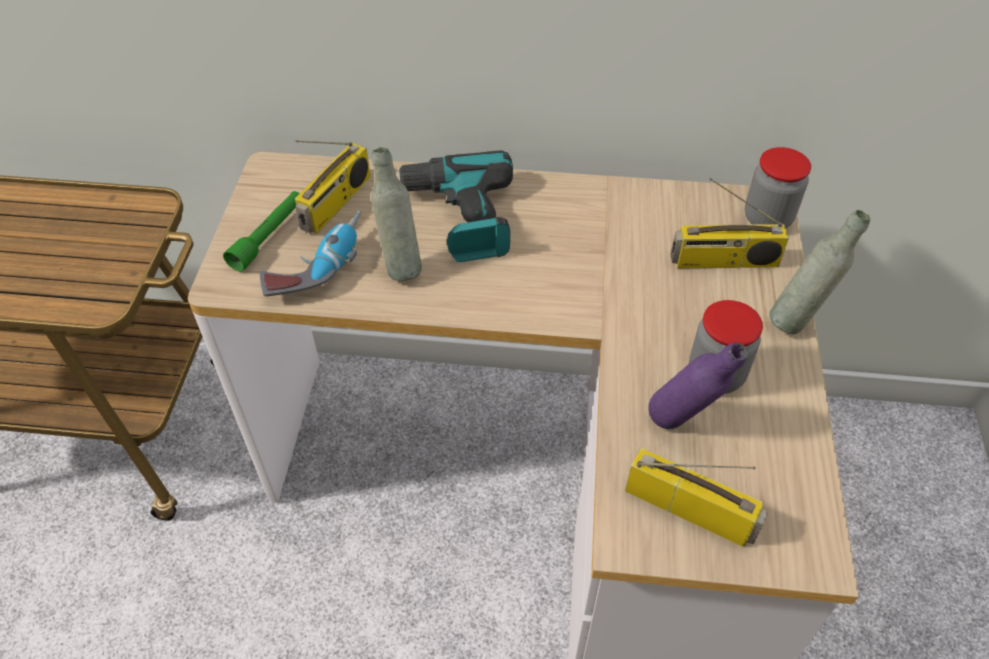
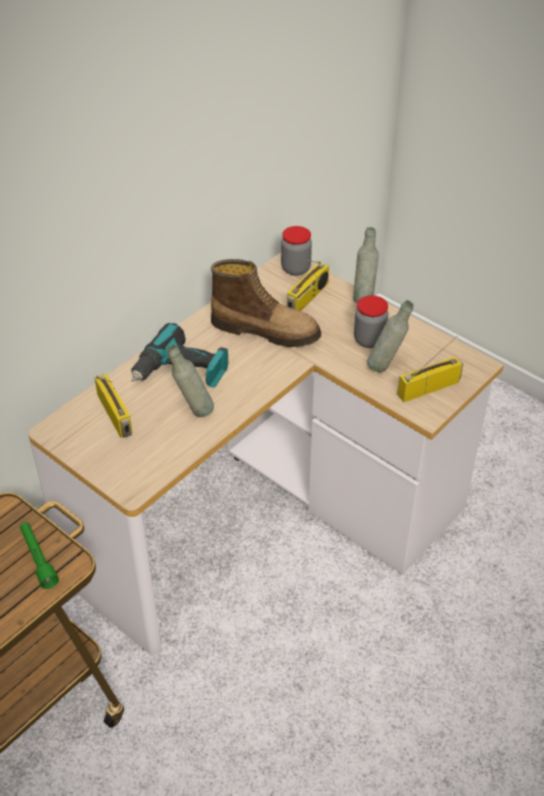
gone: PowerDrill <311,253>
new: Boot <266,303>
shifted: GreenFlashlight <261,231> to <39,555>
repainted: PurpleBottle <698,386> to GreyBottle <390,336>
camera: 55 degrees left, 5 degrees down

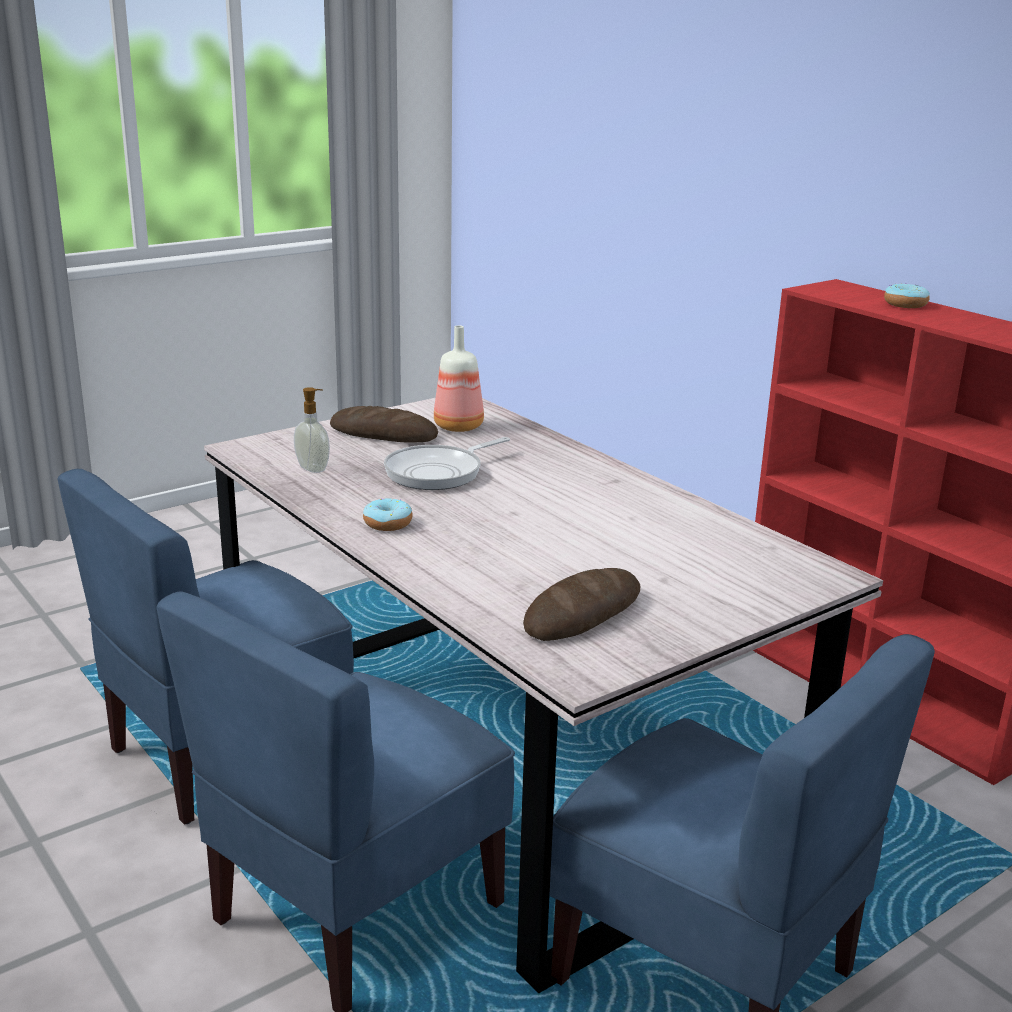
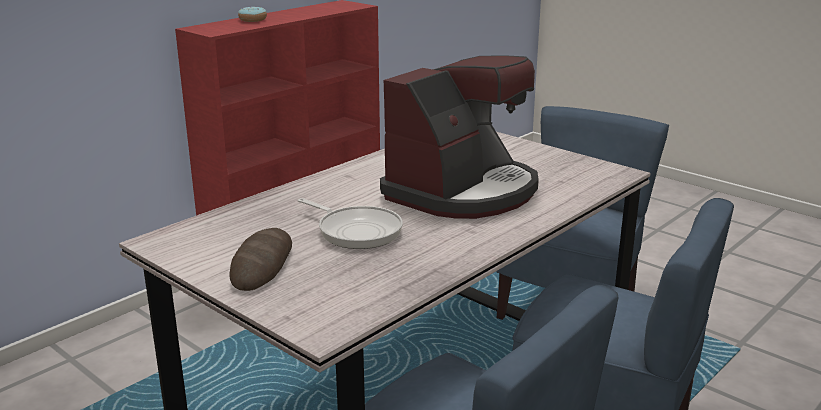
gone: Bottle <459,378>; SoapDispenser <312,430>; Donut <388,514>; Bread <581,604>
new: CoffeeMachine <459,137>
camera: 100 degrees left, 0 degrees up

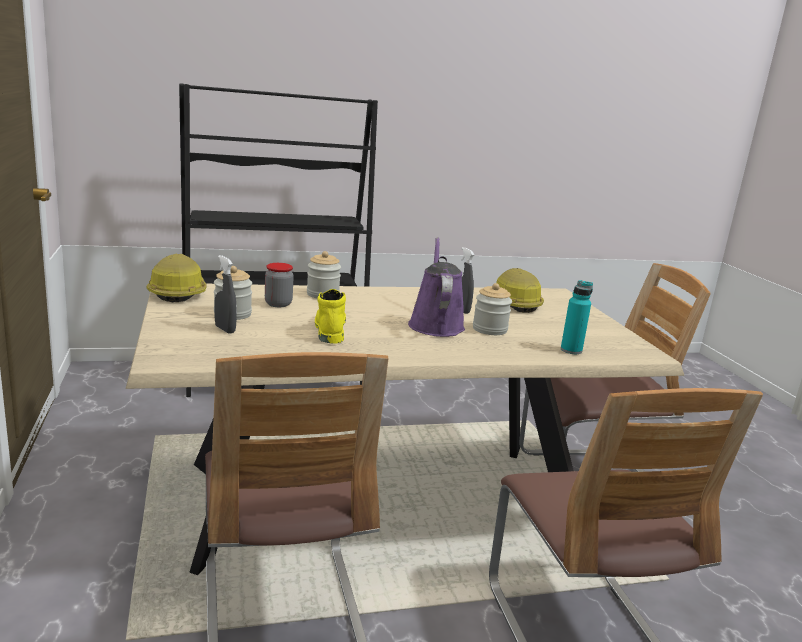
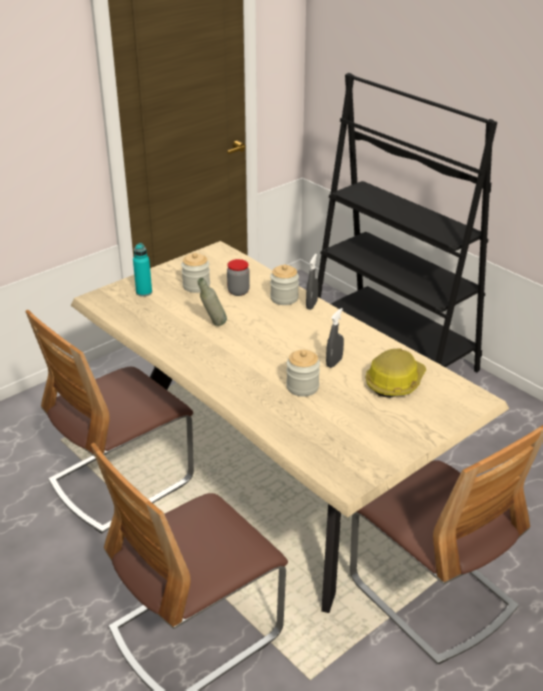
gone: PurpleWateringCan <436,287>; HardHat <176,278>
shifted: GreySprayBottle <225,294> to <312,282>; TurquoiseBottle <577,317> to <142,270>
swapped: YellowBoot <330,316> to GreyBottle <212,302>
camera: 65 degrees right, 15 degrees up

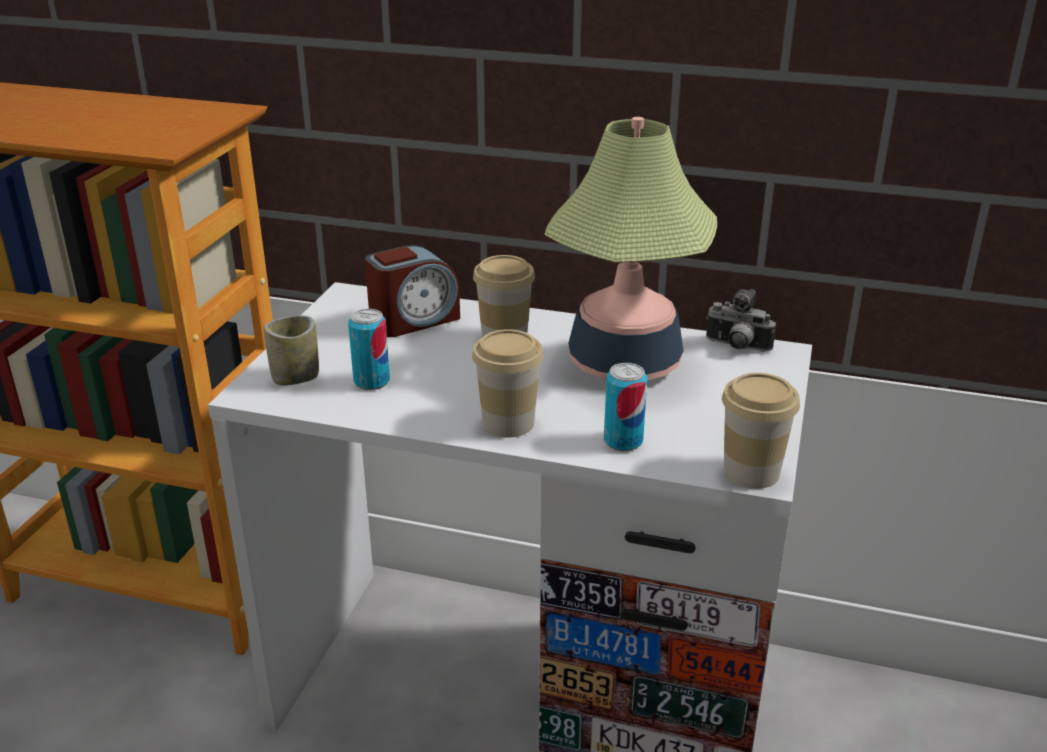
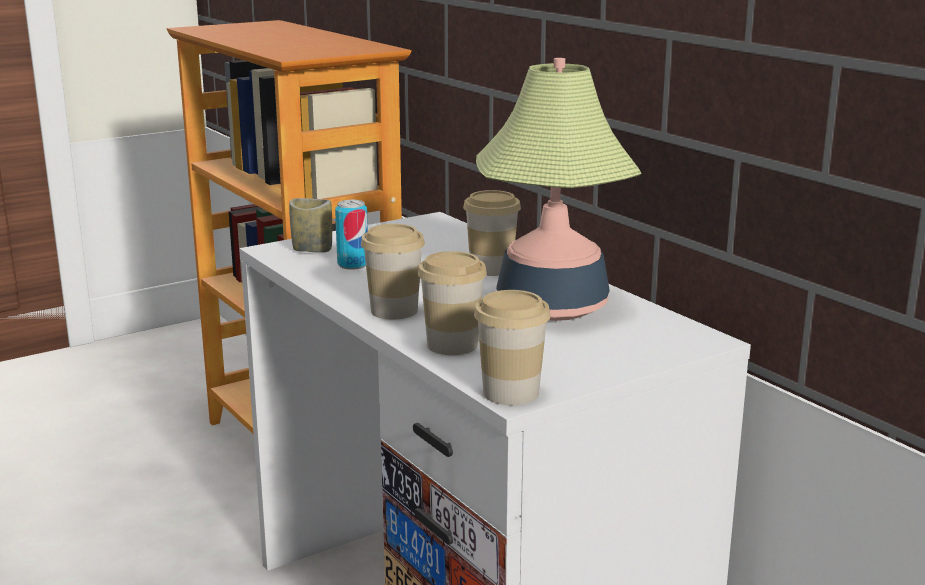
gone: AlarmClock <412,291>; PhotoCamera <741,320>
swapped: Can <625,407> to Cup <452,303>
camera: 40 degrees right, 10 degrees down

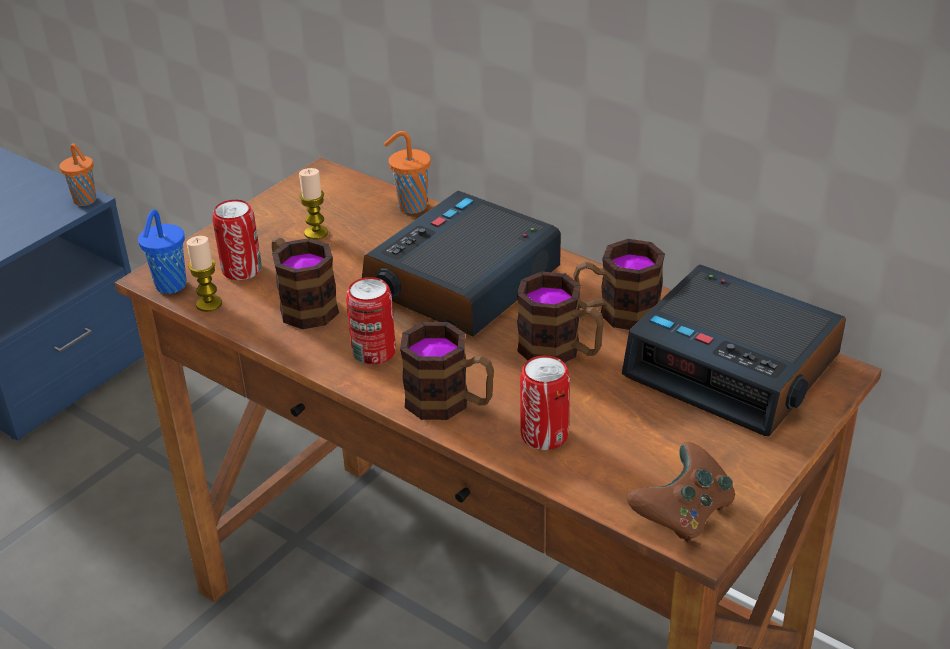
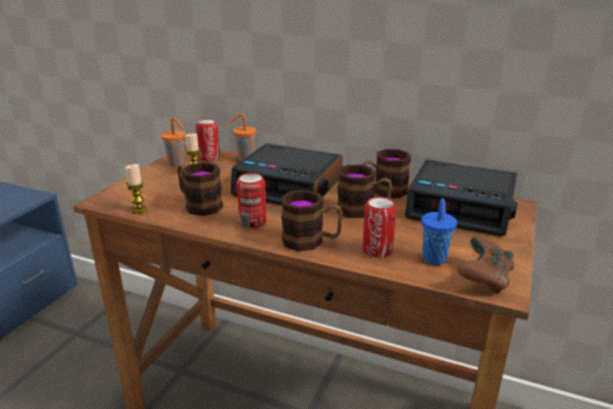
shifted: OrangeCup <78,174> to <173,142>; Can <237,240> to <208,140>; BlueCup <162,251> to <439,231>
rotated: AlarmClock <461,263> = <287,174> 90 degrees counterclockwise
camera: 15 degrees left, 10 degrees down

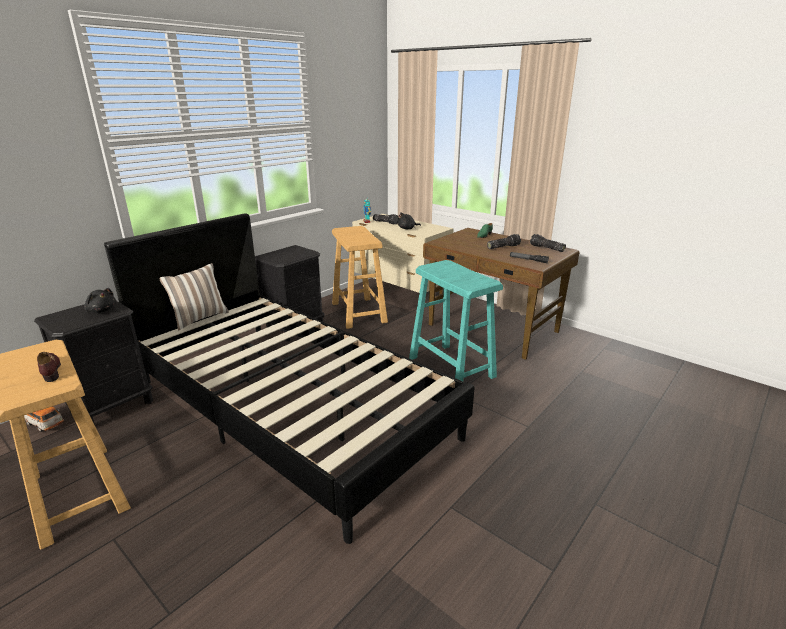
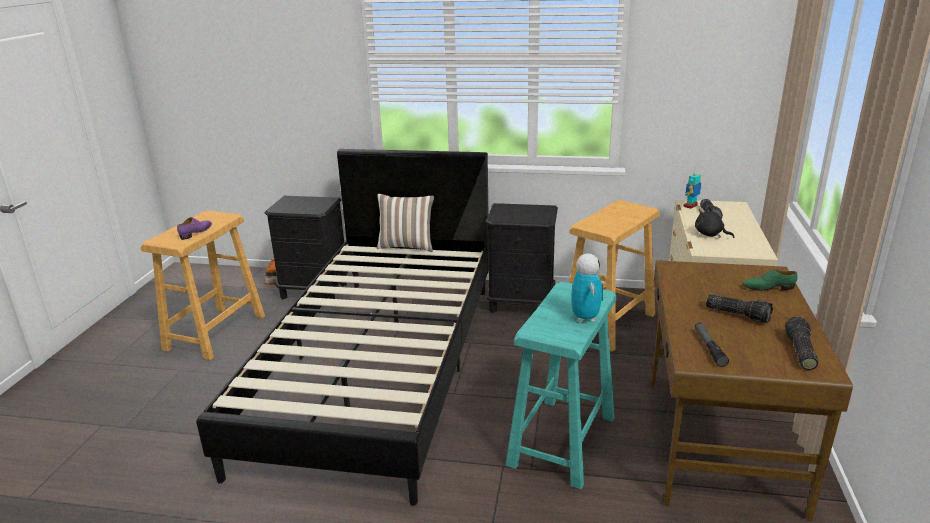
gone: BlackPlushToy <100,300>
new: ToyRobot <587,287>
repainted: BrownShoe <49,367> to PurpleShoe <194,228>
camera: 60 degrees right, 0 degrees up

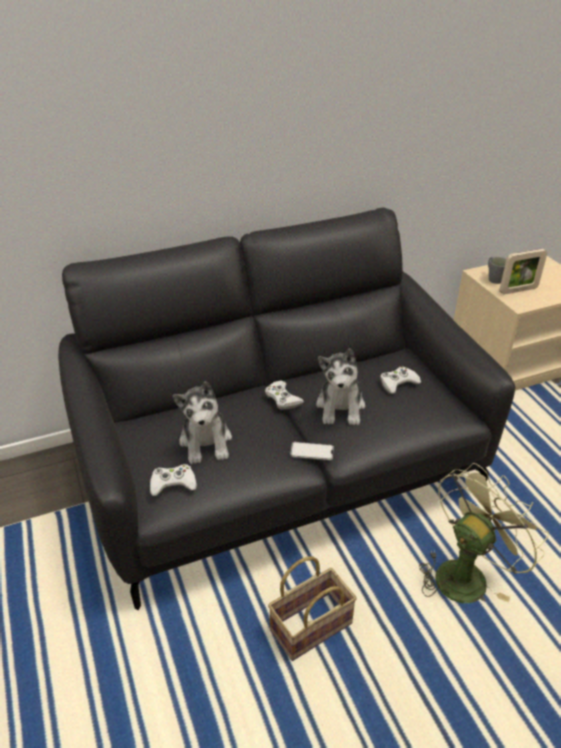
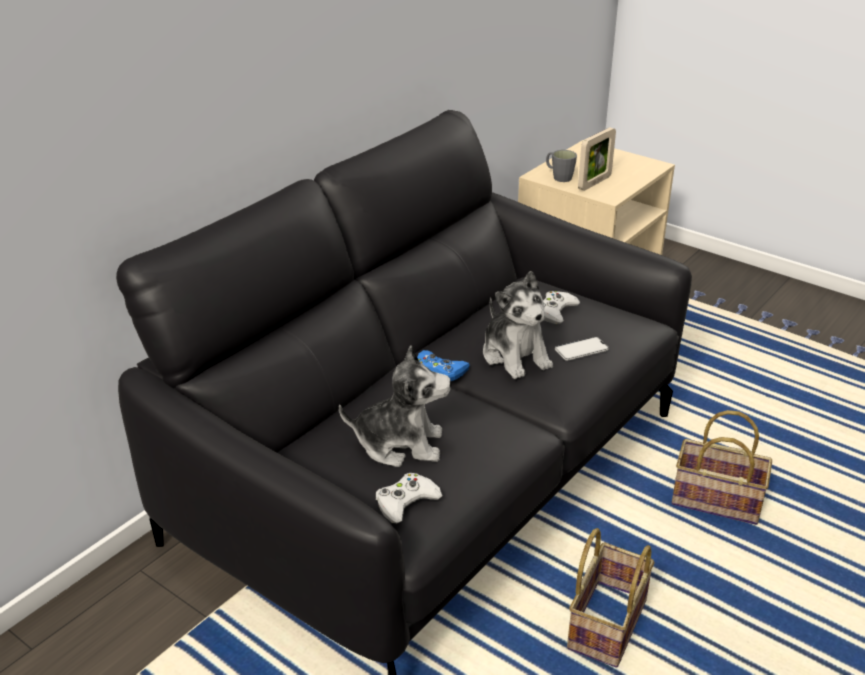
shifted: Phone <312,451> to <582,349>
swapped: GreenFan <484,533> to Basket <722,467>
repainted: WhiteGameController <284,395> to BlueGameController <443,365>
rotated: PlushToy <202,422> = <395,406> 45 degrees counterclockwise
camera: 30 degrees left, 5 degrees down

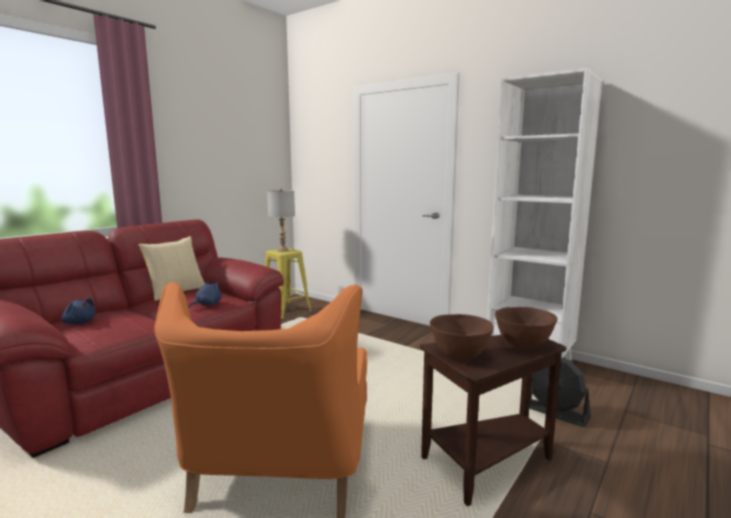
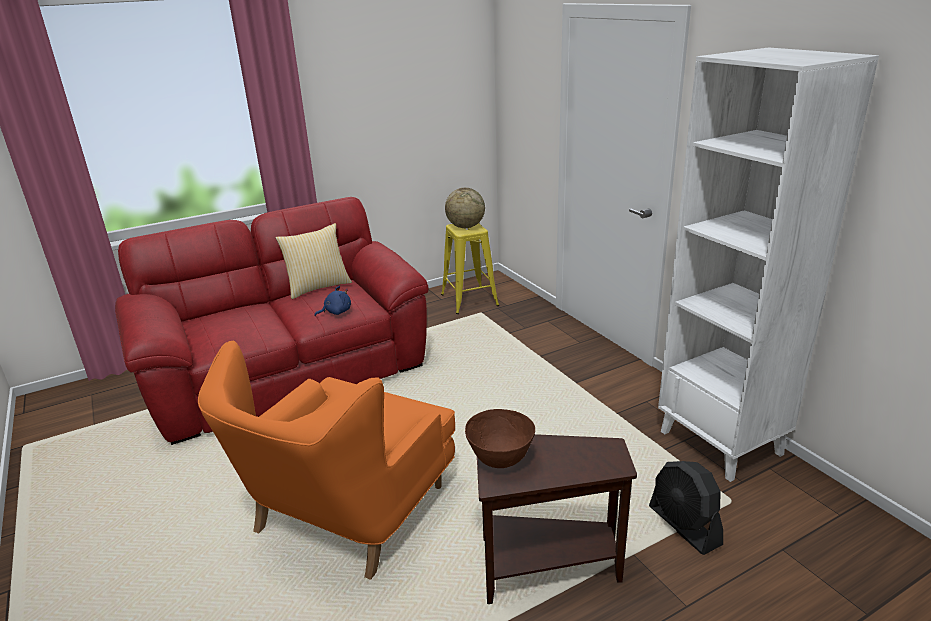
gone: BluePlushToy <78,311>; BrownBowl <526,327>
swapped: GreyTableLamp <281,220> to Globe <465,208>
camera: 25 degrees right, 15 degrees up

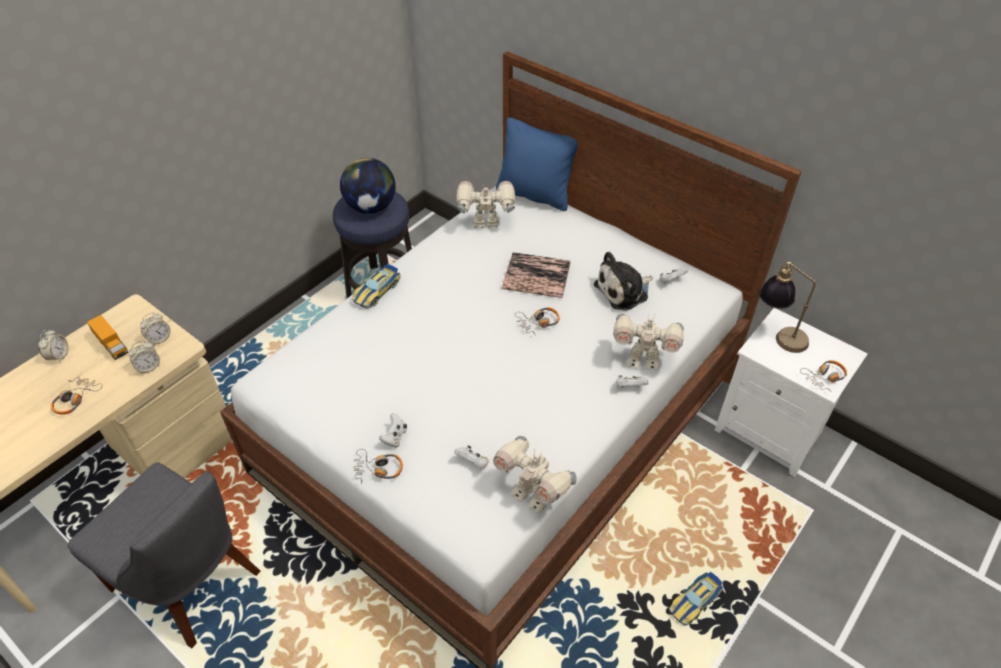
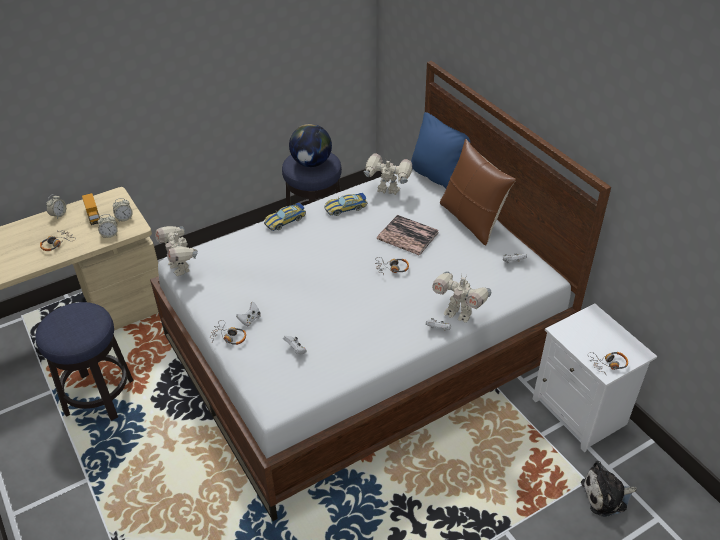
gone: TableLamp <787,307>
new: BrownPillow <478,192>
shifted: PlushToy <623,281> to <609,489>; ToyRobot <535,474> to <176,251>; ToyCar <696,599> to <346,204>
swapped: GreyChair <163,555> to Stool <84,361>
camera: 20 degrees right, 5 degrees down

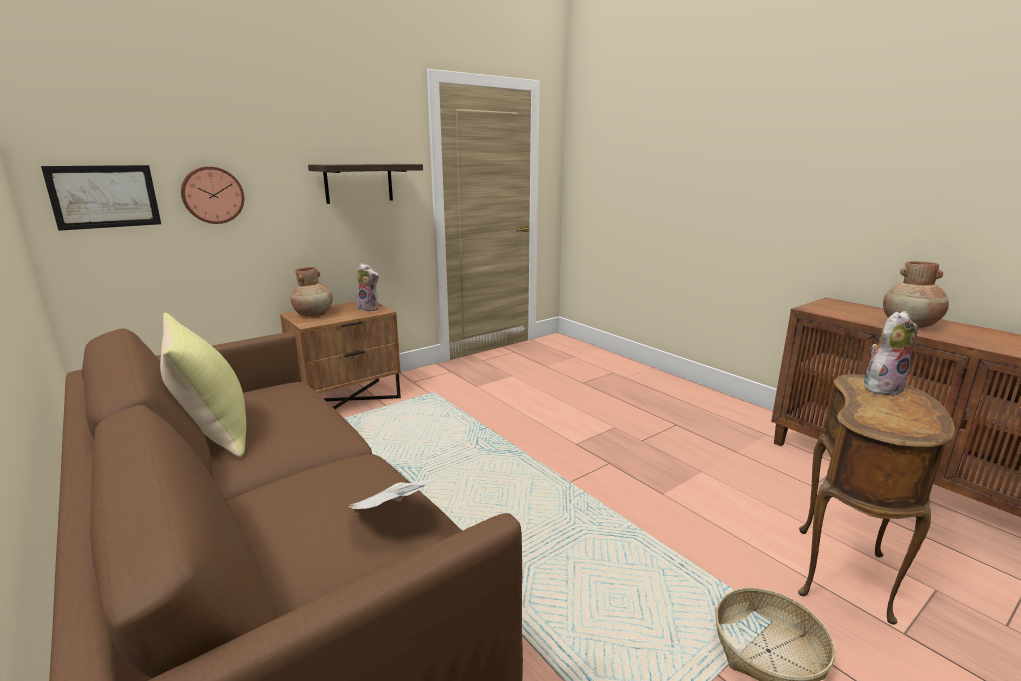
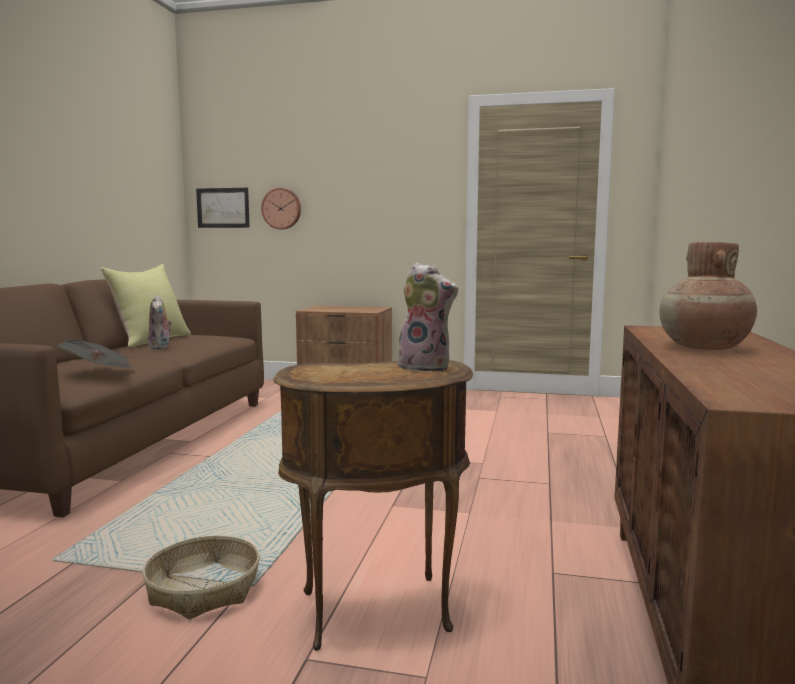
gone: Shelf <365,184>; BrownVase <312,292>
shifted: PlushToy <368,287> to <160,322>
camera: 50 degrees right, 10 degrees down

